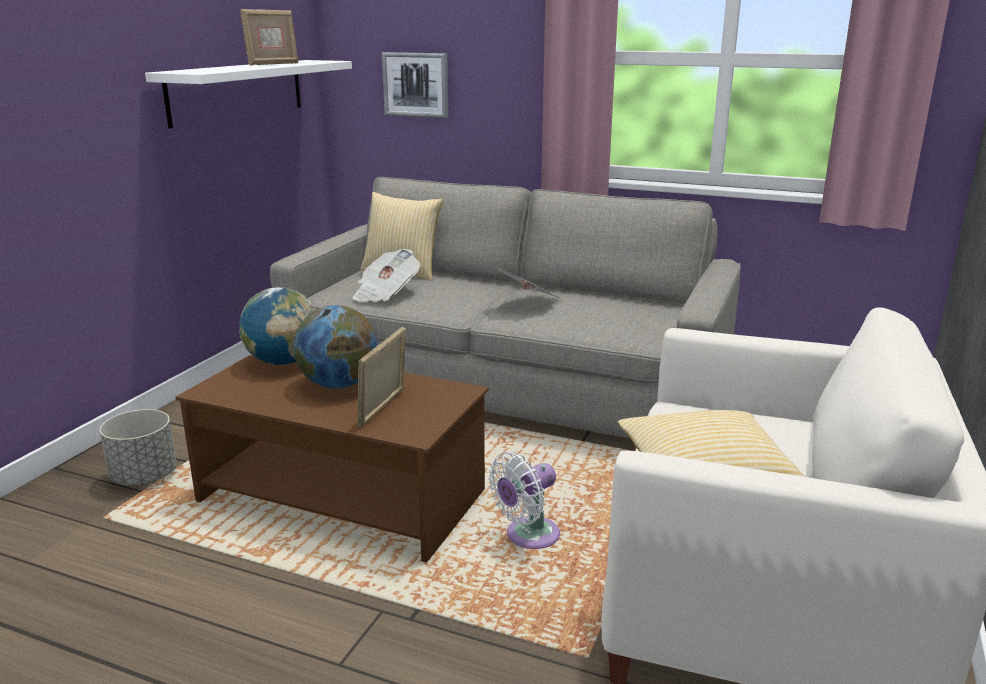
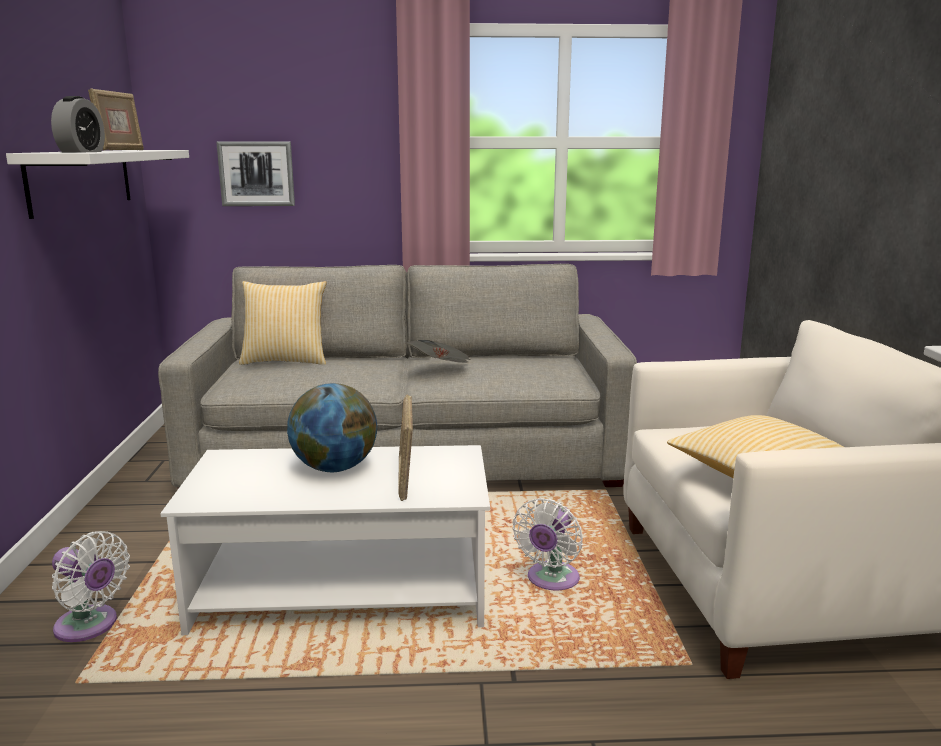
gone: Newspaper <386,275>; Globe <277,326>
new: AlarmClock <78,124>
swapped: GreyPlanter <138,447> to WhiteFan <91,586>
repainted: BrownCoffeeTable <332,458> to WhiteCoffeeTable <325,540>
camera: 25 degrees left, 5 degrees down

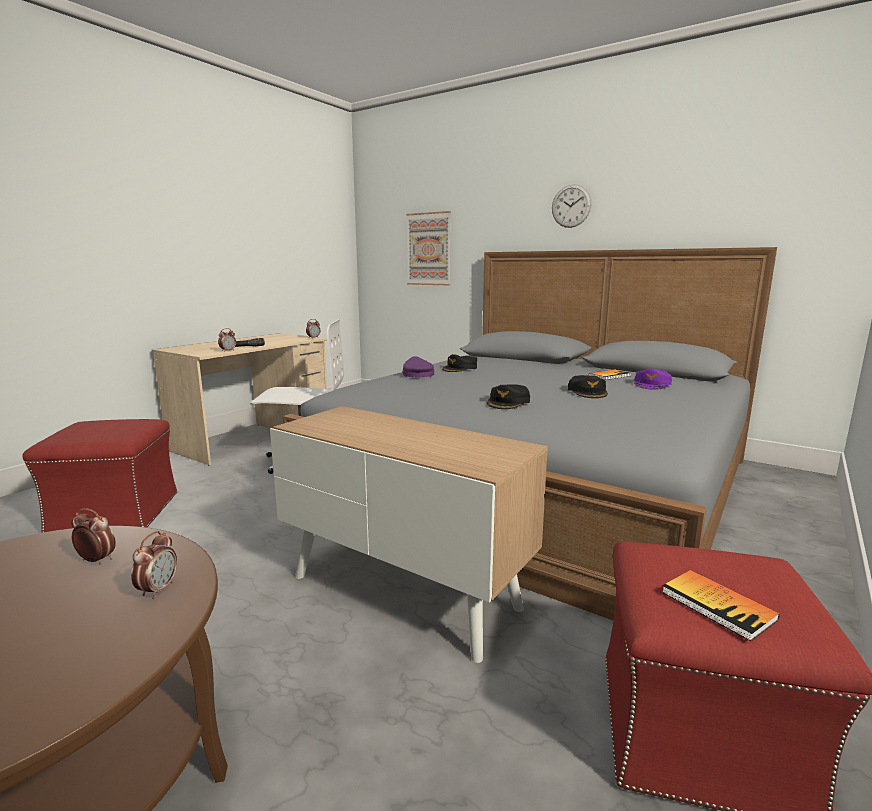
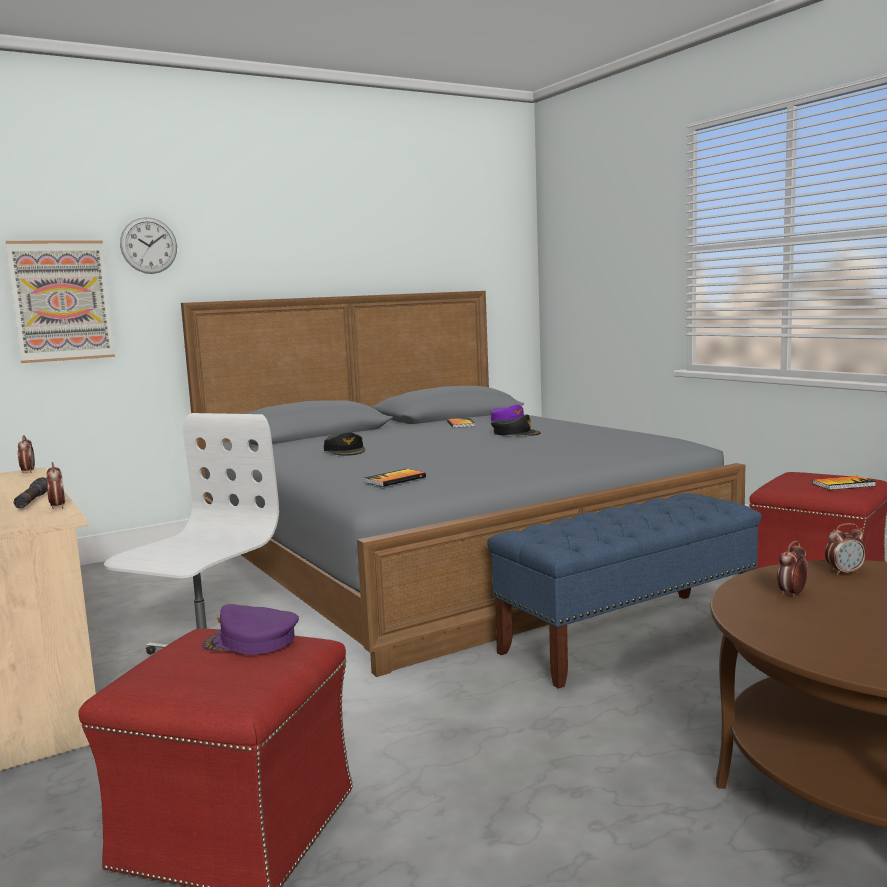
gone: BlackCap <508,396>
new: Book <395,478>
shifted: WallClock <571,206> to <148,245>; PurpleCap <418,366> to <250,629>
swapped: Cabinet <409,534> to BlueBench <624,591>
rotated: AlarmClock <154,565> = <845,549> 135 degrees clockwise
camera: 65 degrees left, 5 degrees down

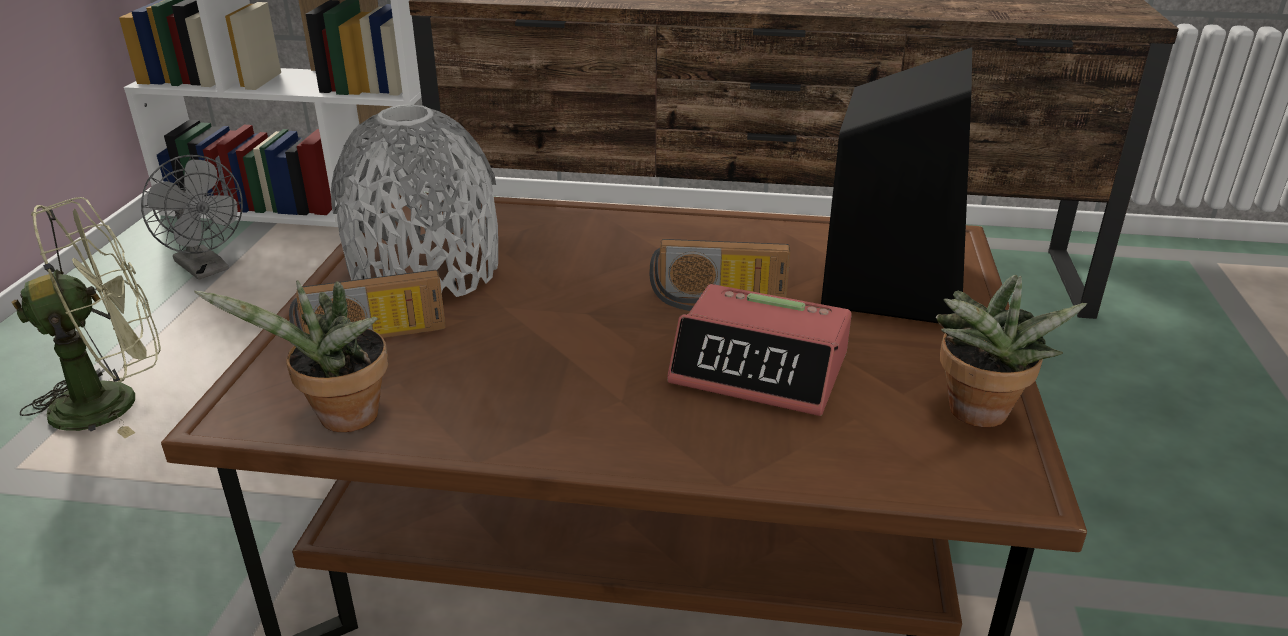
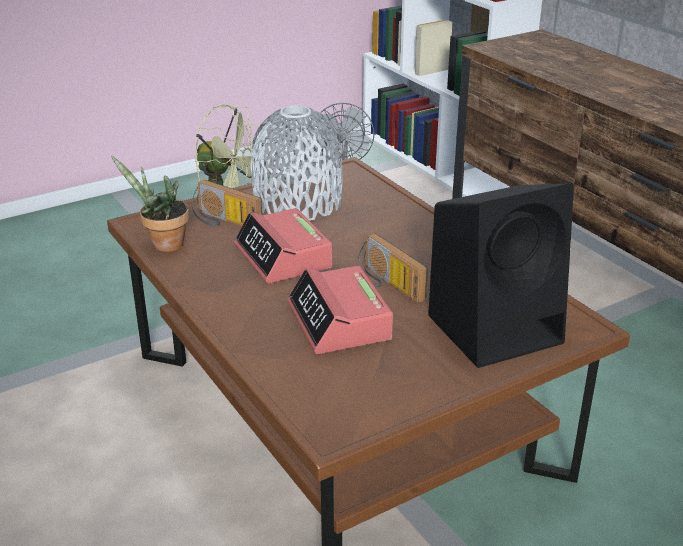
gone: PottedPlant <1011,351>
new: AlarmClock <283,246>
camera: 50 degrees right, 0 degrees up

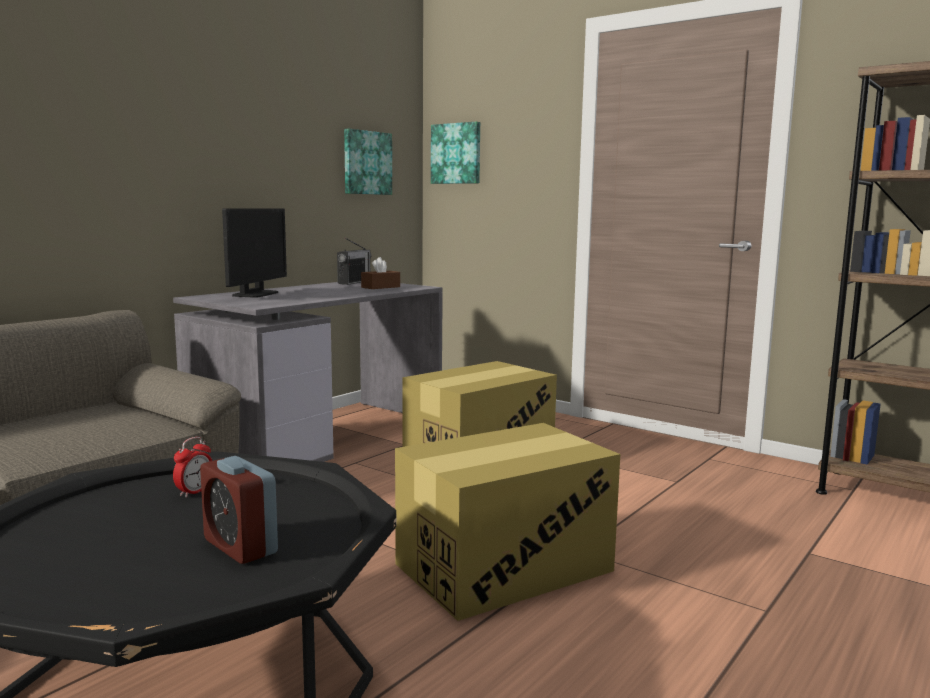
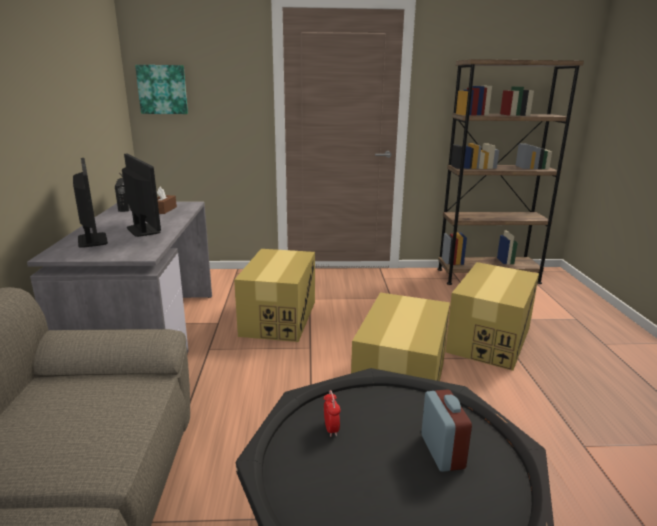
gone: Picture <368,162>
new: Monitor <141,195>; CardboardBox <492,316>
rotated: AlarmClock <239,510> = <446,430> 105 degrees counterclockwise
camera: 40 degrees left, 10 degrees up

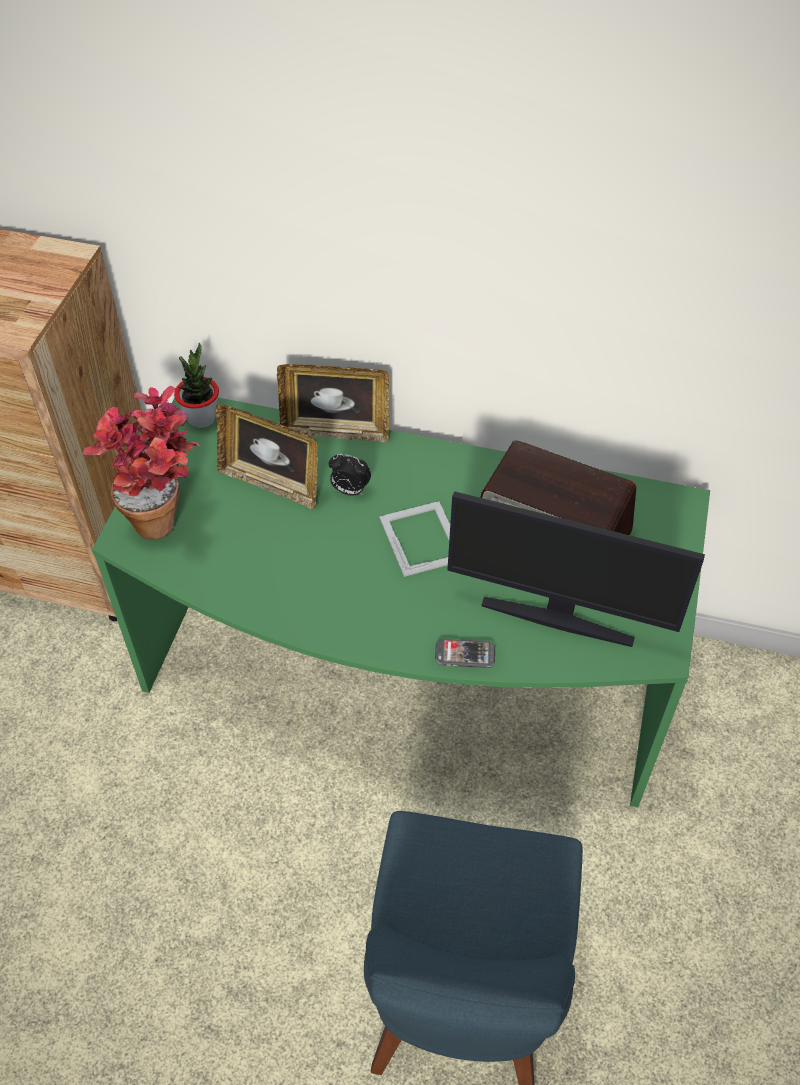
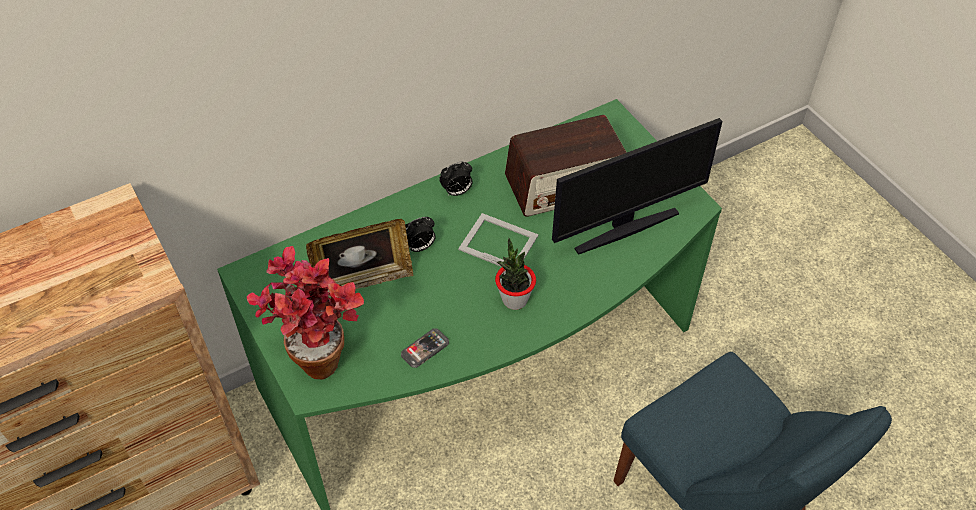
gone: PictureFrame <333,403>
new: AlarmClock <456,179>
shifted: PottedPlant <196,385> to <515,274>; Phone <465,653> to <425,348>
camera: 45 degrees left, 0 degrees up

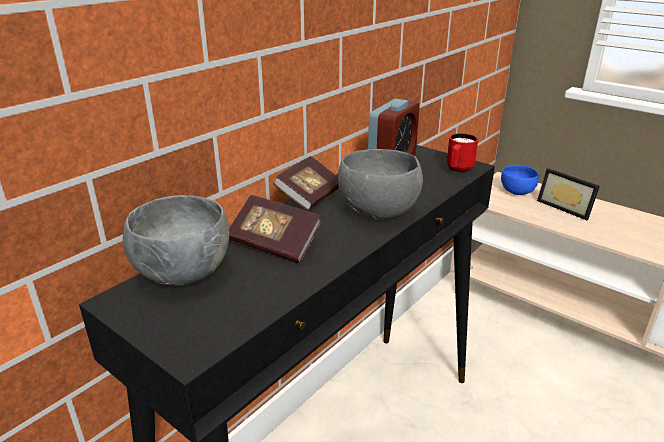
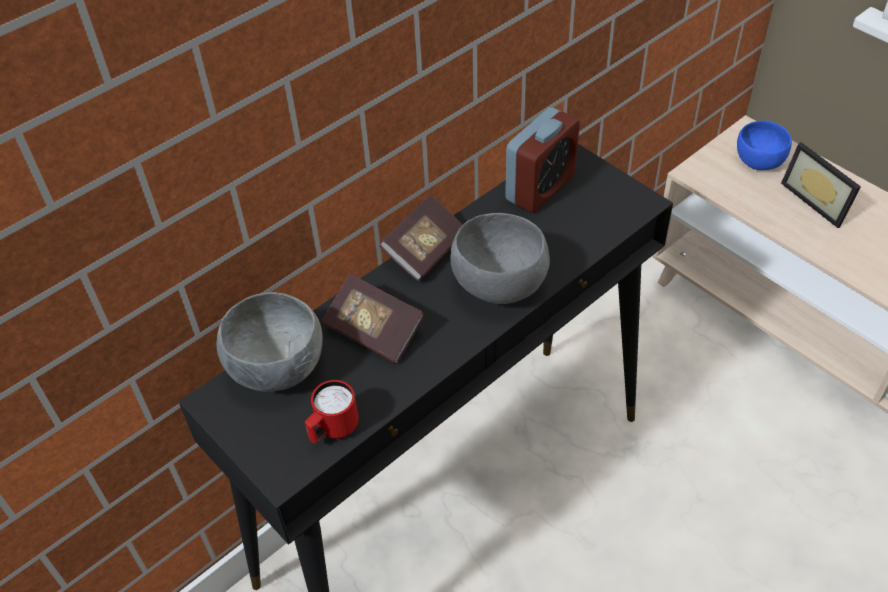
shifted: RedMug <462,152> to <332,411>
camera: 10 degrees right, 20 degrees up

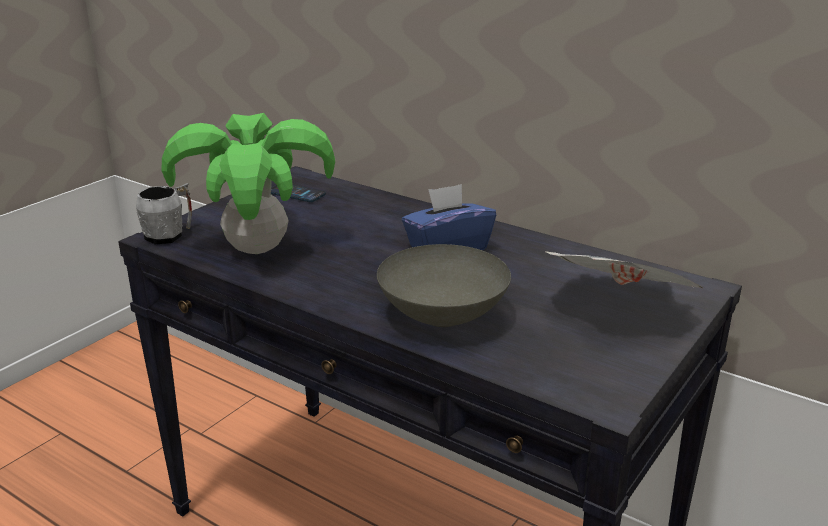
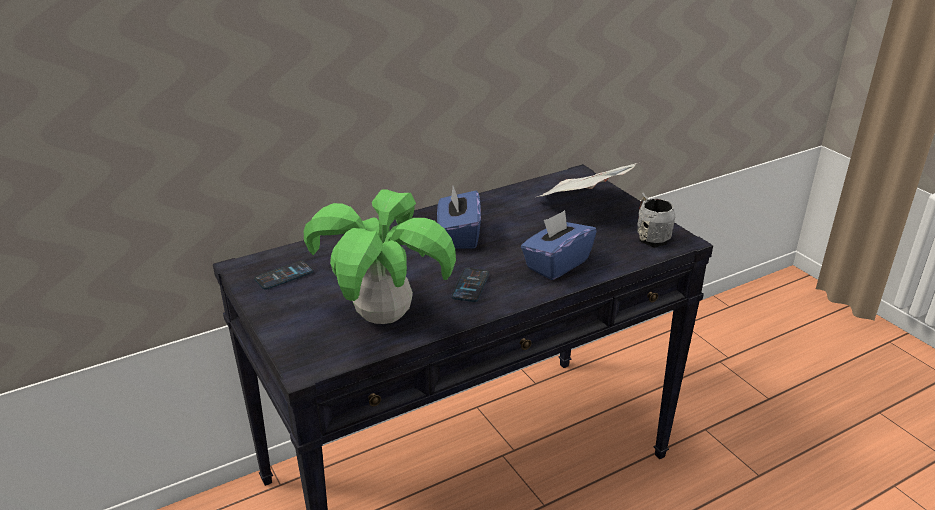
new: Phone <470,285>
shifted: GreyMug <164,213> to <656,220>
swapped: GreyBowl <444,285> to BlueTissueBox <559,245>
camera: 65 degrees left, 5 degrees up

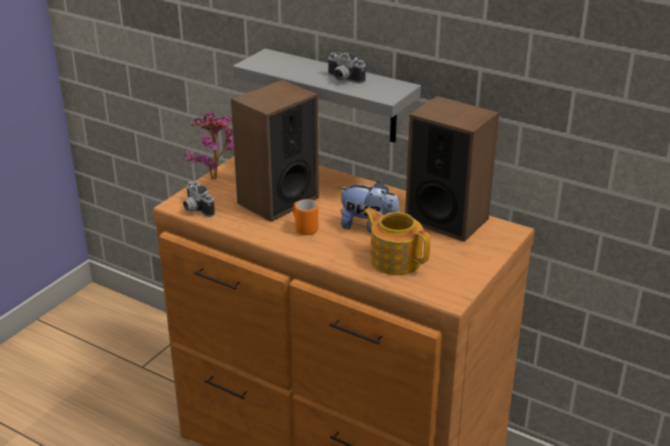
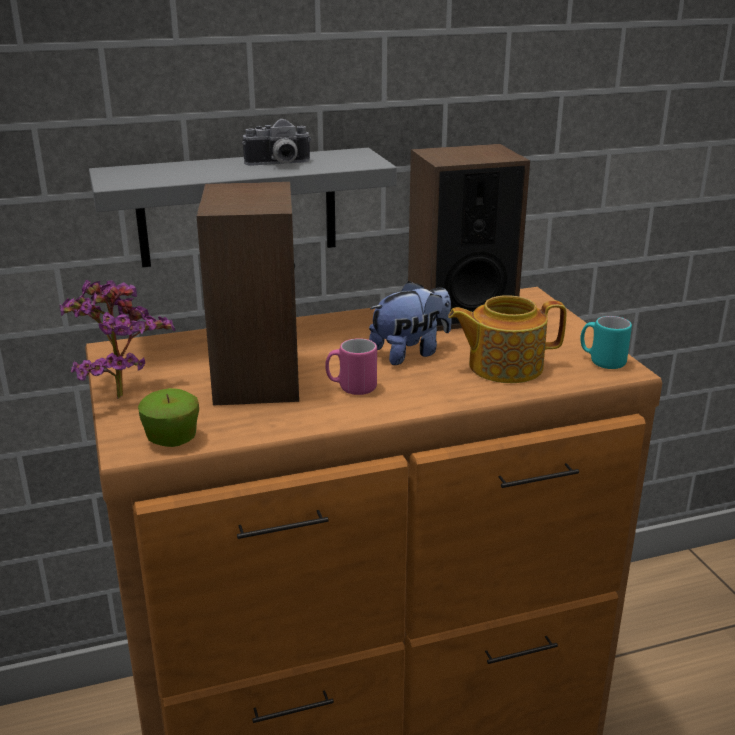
new: TurquoiseMug <606,342>
swapped: PhotoCamera <199,199> to Apple <168,417>
repainted: OrangeMug <305,217> to PinkMug <351,366>
camera: 50 degrees left, 5 degrees down

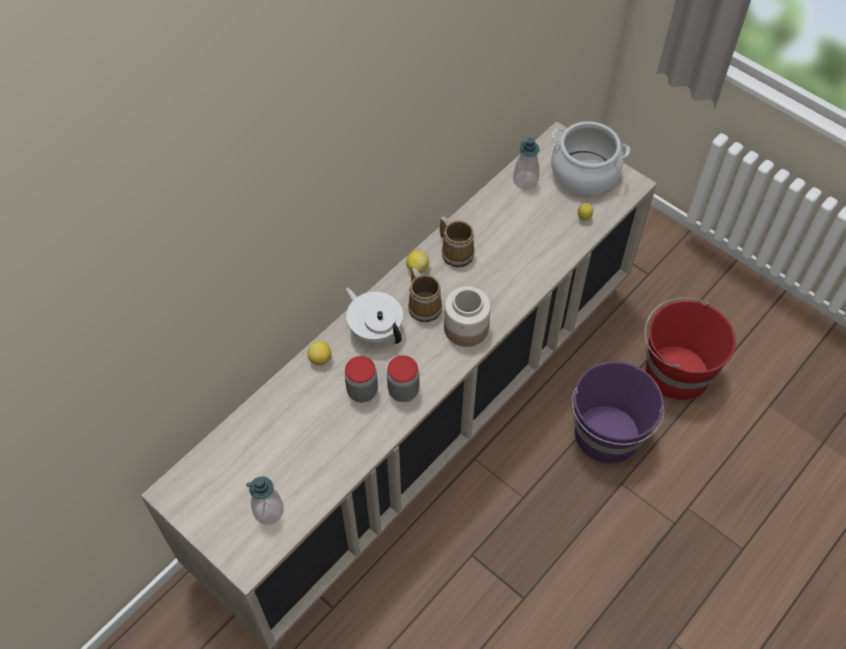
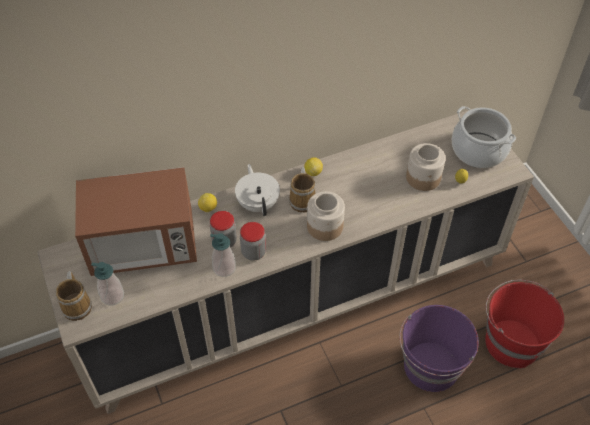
new: Jar <426,167>; Microwave <136,221>
shifted: SoapDispenser <526,163> to <223,255>; Mug <457,242> to <74,296>
camera: 25 degrees right, 5 degrees down

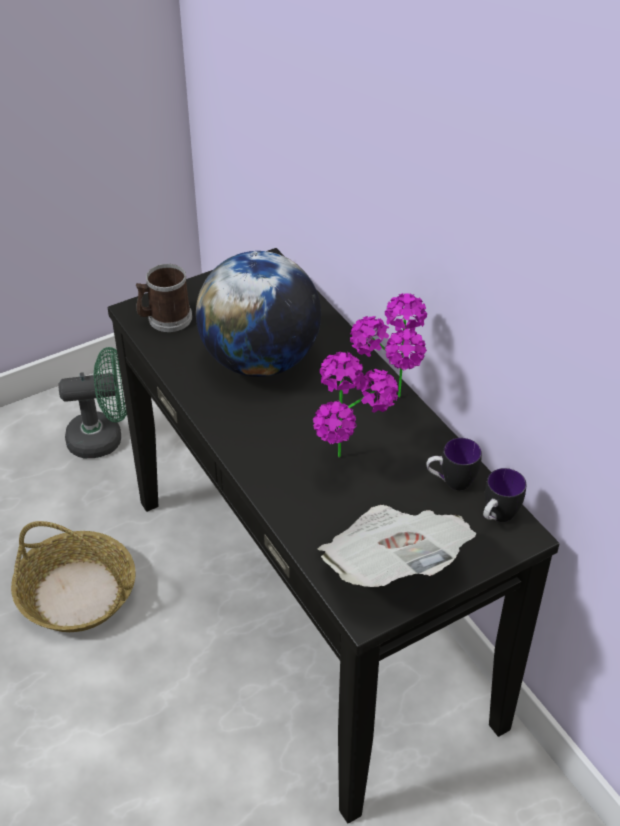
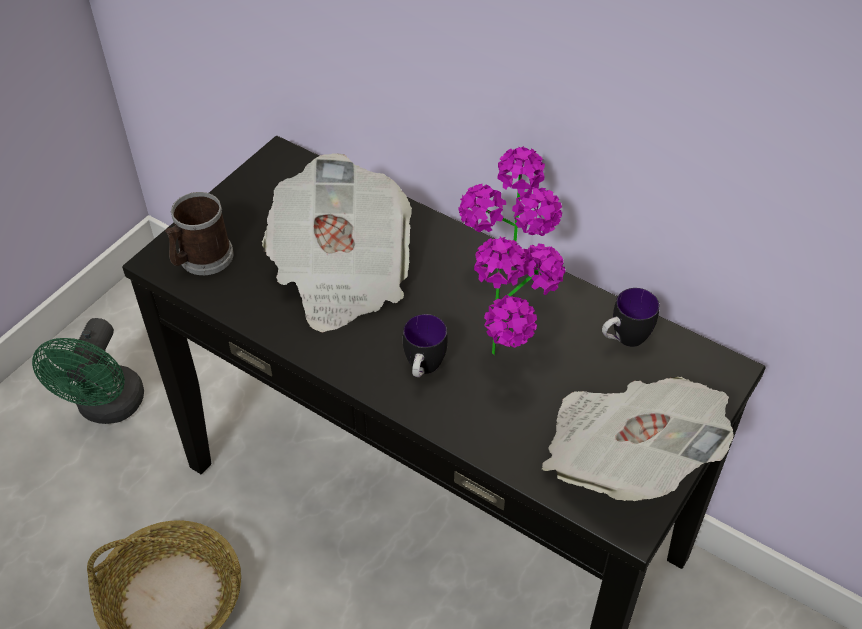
shifted: Mug <504,495> to <425,345>
swapped: Globe <258,314> to Newspaper <337,243>
rotated: GreenFan <92,402> = <88,371> 135 degrees clockwise
camera: 25 degrees left, 5 degrees up

